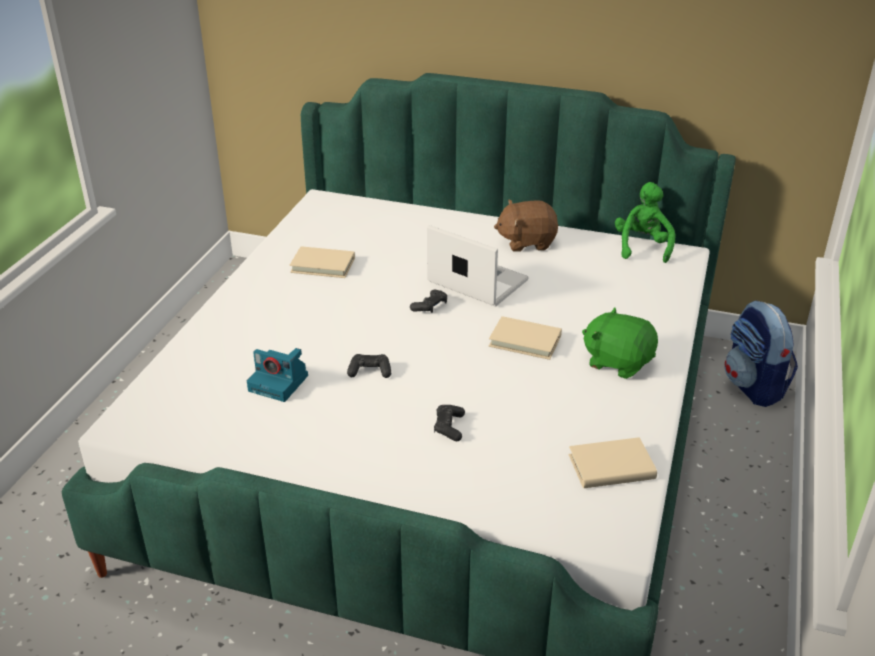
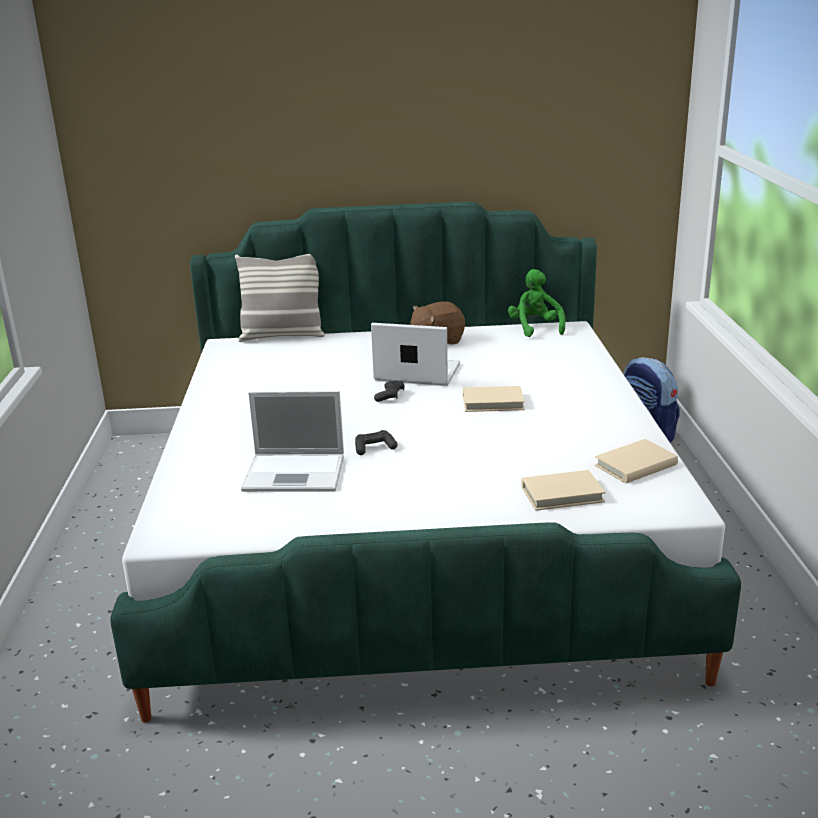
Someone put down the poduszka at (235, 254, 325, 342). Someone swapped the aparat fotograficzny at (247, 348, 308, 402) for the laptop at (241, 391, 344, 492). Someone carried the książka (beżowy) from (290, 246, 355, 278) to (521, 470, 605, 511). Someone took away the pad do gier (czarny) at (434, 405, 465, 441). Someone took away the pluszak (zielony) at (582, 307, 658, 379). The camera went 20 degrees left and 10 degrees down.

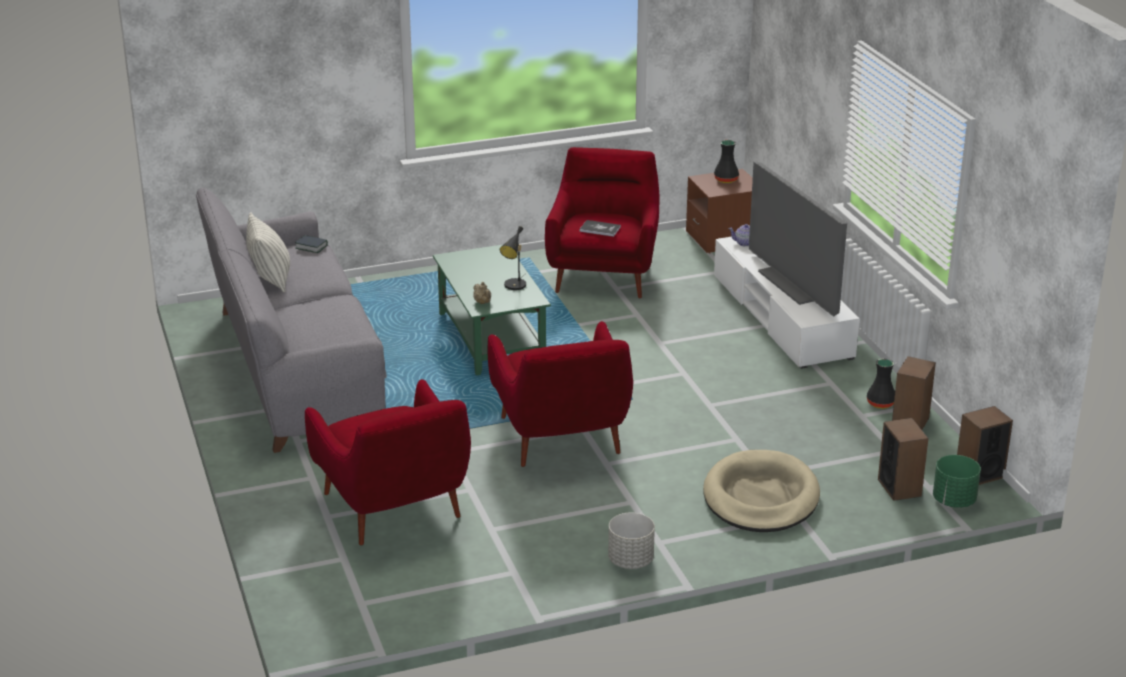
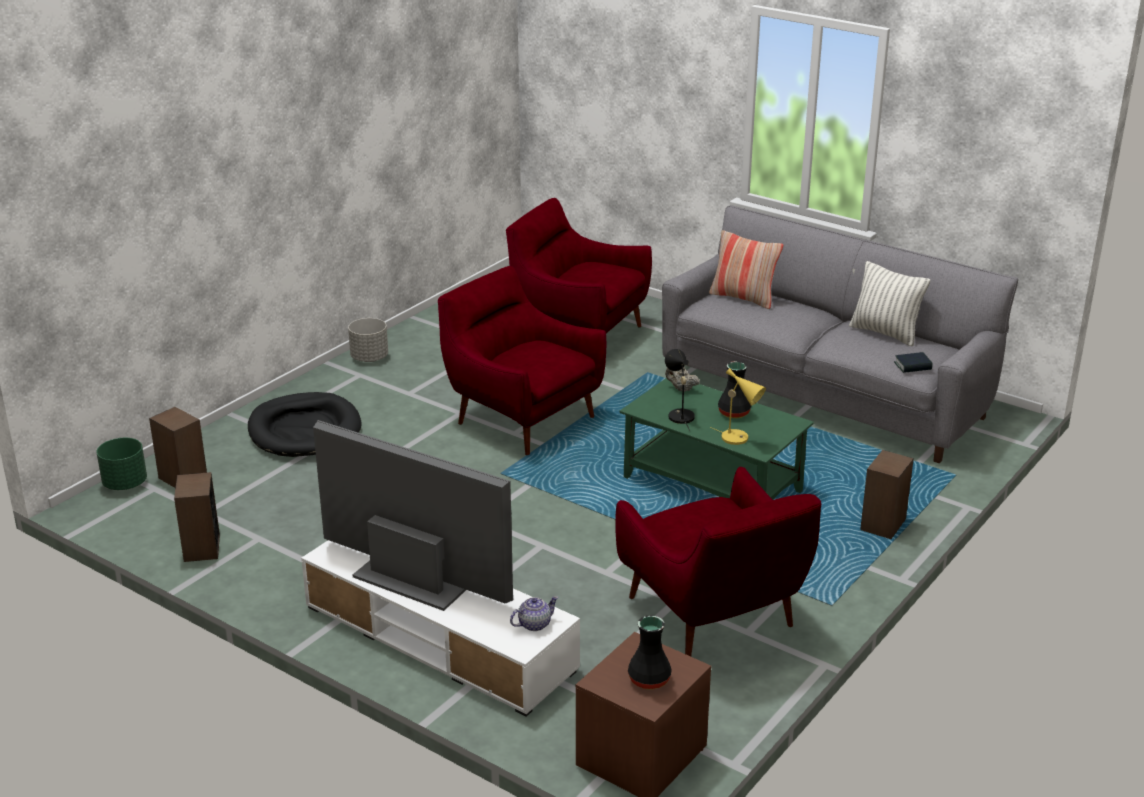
Someone repainted the legowisko (beżowy) at (703, 450, 820, 532), which became the legowisko (czarny) at (248, 392, 362, 457). Someone put down the poduszka at (709, 230, 783, 309). Someone put down the lampa stołowa (żółty) at (710, 368, 766, 445). Someone carried the wazon (czarny) from (867, 359, 895, 409) to (718, 361, 751, 419). Someone carried the głośnik from (957, 406, 1013, 485) to (860, 450, 914, 539). Someone took away the książka at (579, 220, 621, 237). The camera went 145 degrees right and 0 degrees up.

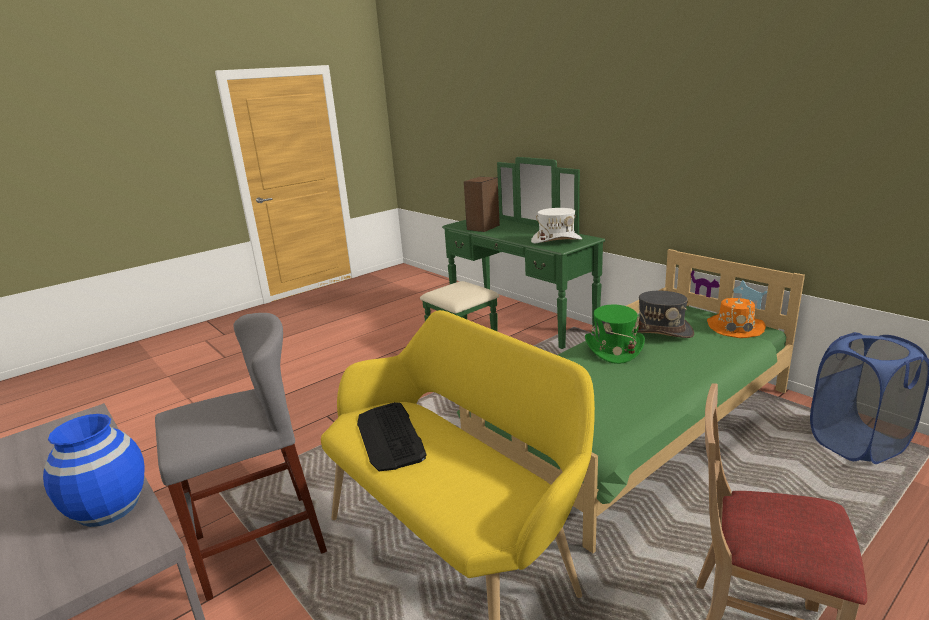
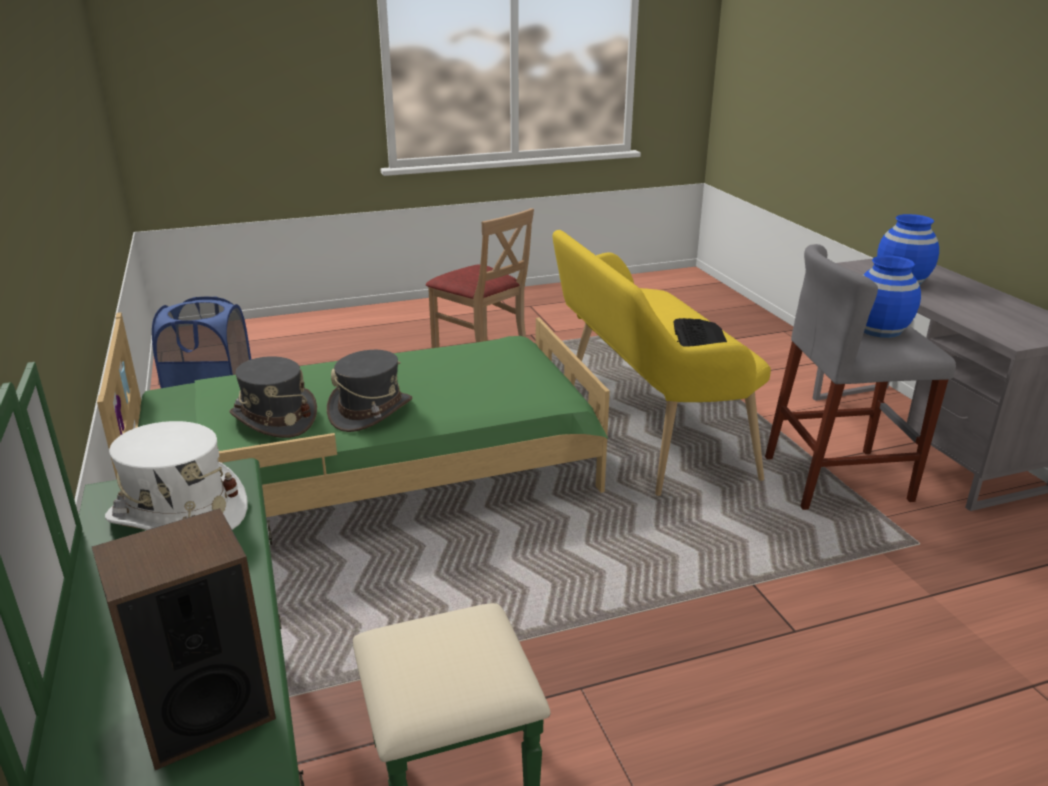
Someone repainted the kapelusz (zielony) at (585, 304, 645, 364), which became the kapelusz (szary) at (327, 350, 412, 432). Someone put down the wazon (niebieski) at (863, 255, 921, 338). Someone took away the kapelusz (pomarańczowy) at (707, 298, 766, 338). The camera went 160 degrees left and 5 degrees up.

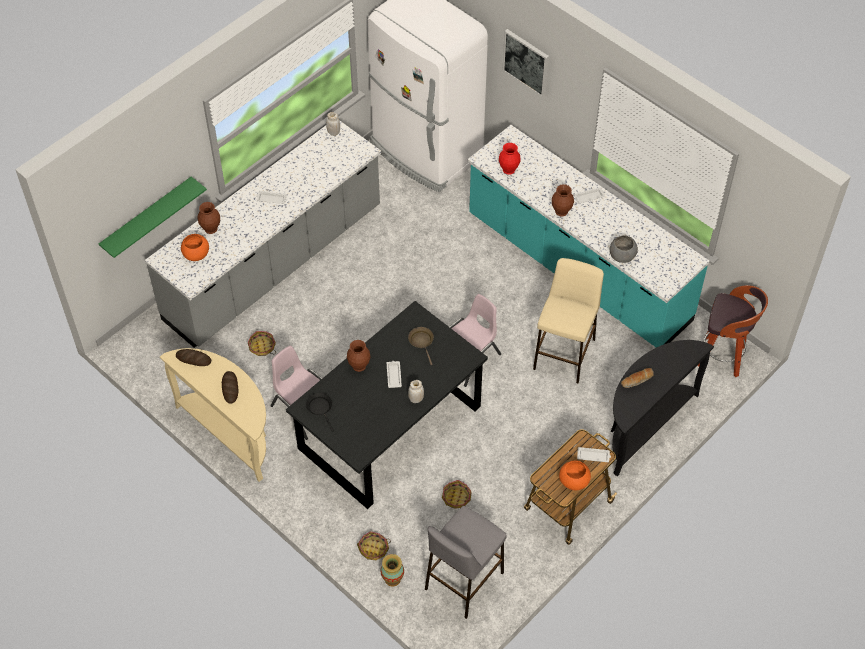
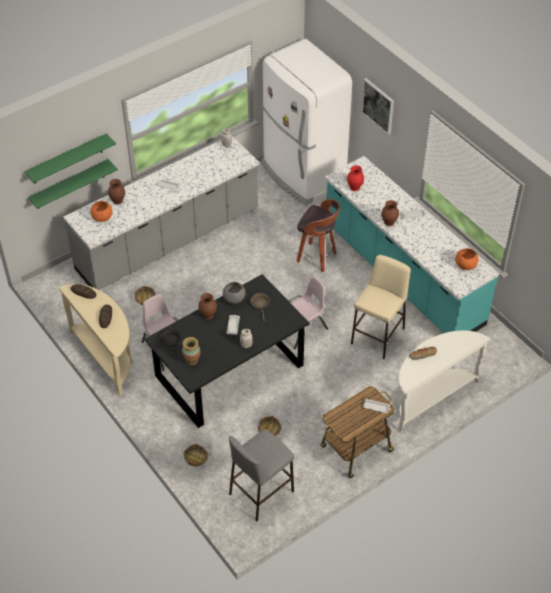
Someone put up the półka (zielony) at (24, 133, 116, 184). Someone carried the wazon from (380, 554, 404, 586) to (182, 337, 201, 365). Someone carried the miska (szary) from (610, 235, 638, 263) to (223, 282, 245, 304). Someone carried the stołek from (698, 285, 768, 377) to (297, 199, 340, 272). Someone repainted the stolik konsolowy (czarny) at (610, 340, 714, 477), which became the stolik konsolowy (biały) at (398, 331, 490, 433). Someone carried the miska (pomarańczowy) from (559, 460, 591, 490) to (455, 248, 479, 270). The camera went 10 degrees right and 5 degrees down.

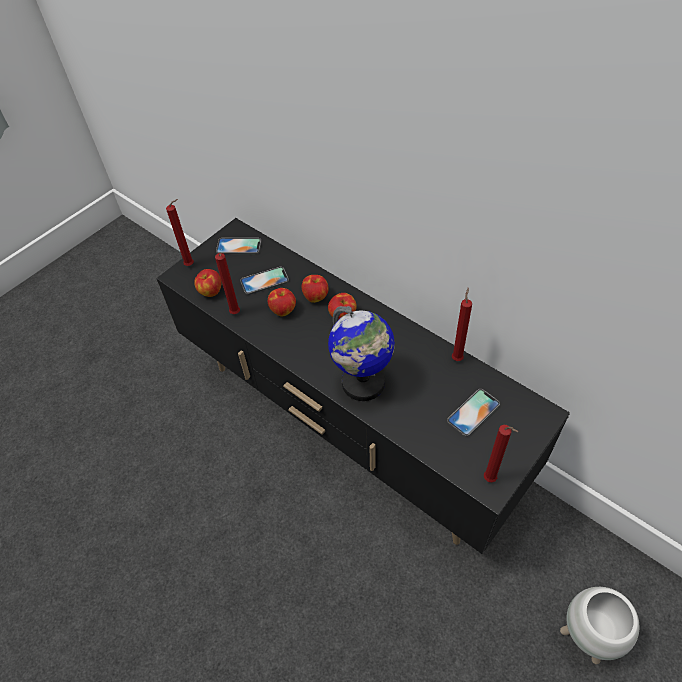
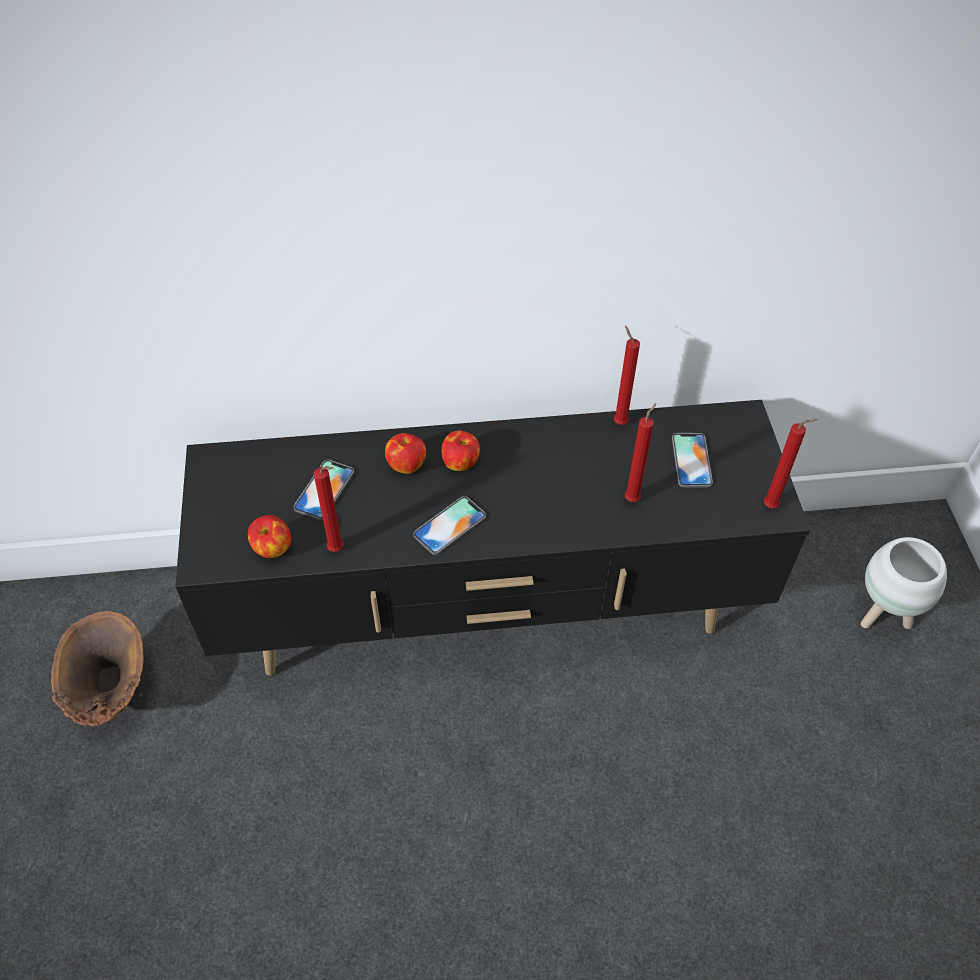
Someone put down the wazon (brązowy) at (51, 611, 144, 727). Someone carried the telefon from (216, 238, 261, 254) to (413, 496, 486, 555). Someone carried the świeca (czerwony) from (166, 199, 194, 266) to (624, 403, 656, 502). Someone took away the jabłko at (268, 288, 296, 317). Someone took away the globus at (328, 306, 395, 401). The camera went 50 degrees left and 0 degrees up.

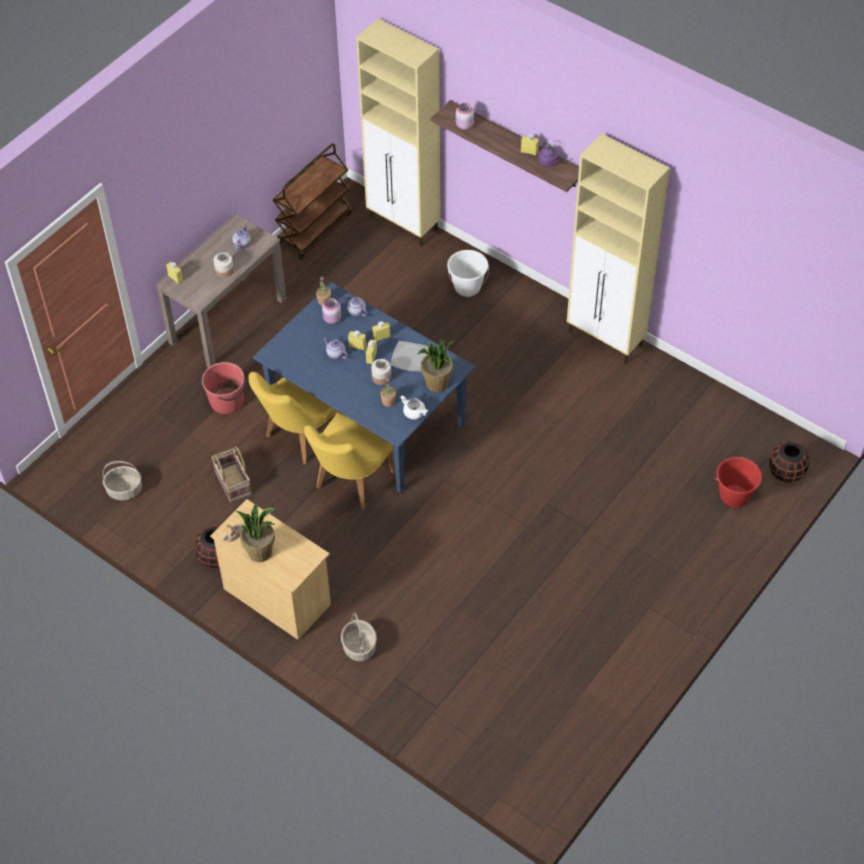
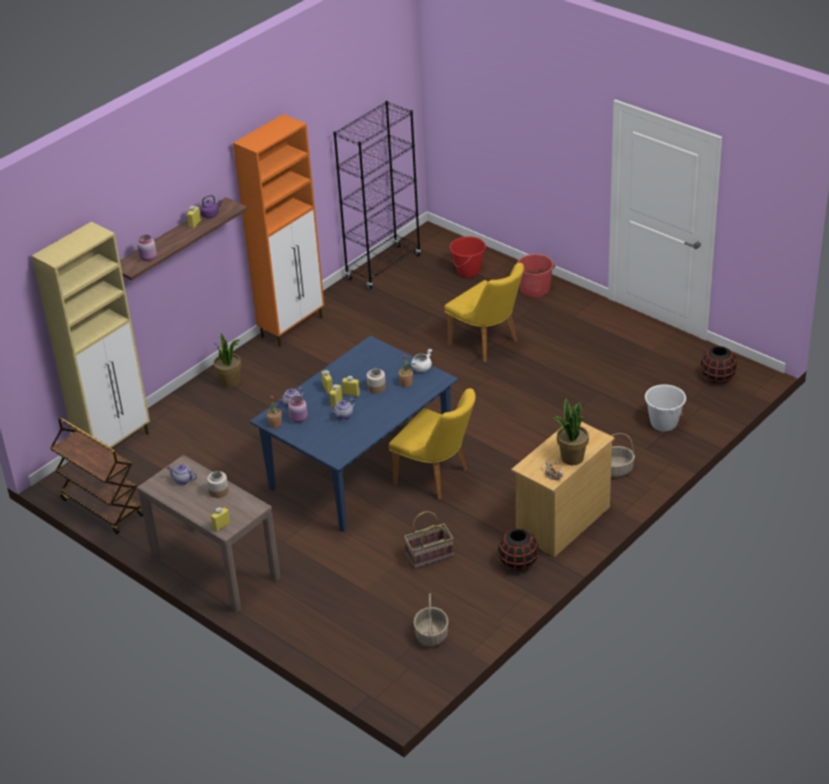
Someone carried the roślina doniczkowa from (418, 339, 455, 392) to (214, 333, 242, 388). Someone repainted the szafka (beżowy) at (567, 133, 670, 363), which became the szafka (pomarańczowy) at (233, 114, 324, 347). Someone put down the regał (czarny) at (333, 101, 421, 290). Someone carried the krzesło (żółty) from (249, 372, 342, 464) to (444, 263, 524, 362). Someone carried the wiadro (czerwony) from (202, 362, 246, 414) to (517, 254, 555, 298). Someone carried the wiadro (biały) from (447, 250, 489, 297) to (645, 384, 686, 432). Someone carried the wazon (czarny) from (769, 441, 809, 483) to (701, 346, 737, 384). Someone took away the talerz at (391, 341, 428, 372). The camera went 85 degrees left and 15 degrees down.

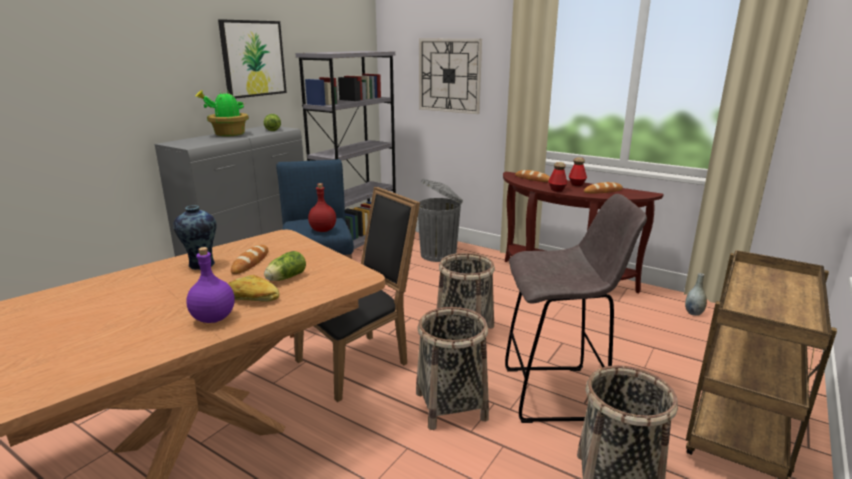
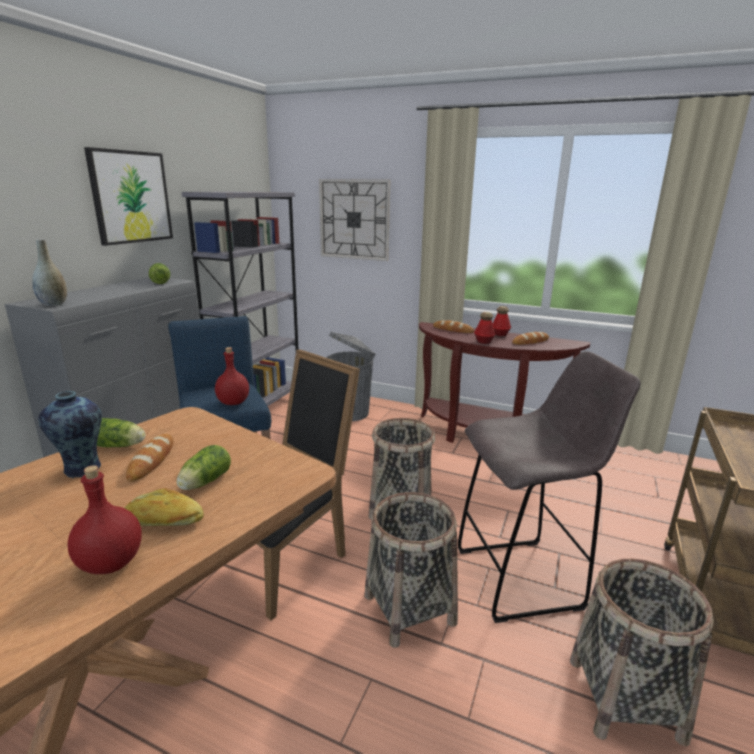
Someone carried the wazon (szary) from (685, 273, 707, 316) to (32, 239, 67, 306). Someone repainted the butelka (fioletowy) at (186, 247, 235, 323), which became the butelka (czerwony) at (67, 465, 142, 574). Someone put down the sałata at (97, 418, 145, 447). Someone took away the roślina doniczkowa at (195, 89, 249, 137). The camera went 10 degrees left and 0 degrees up.

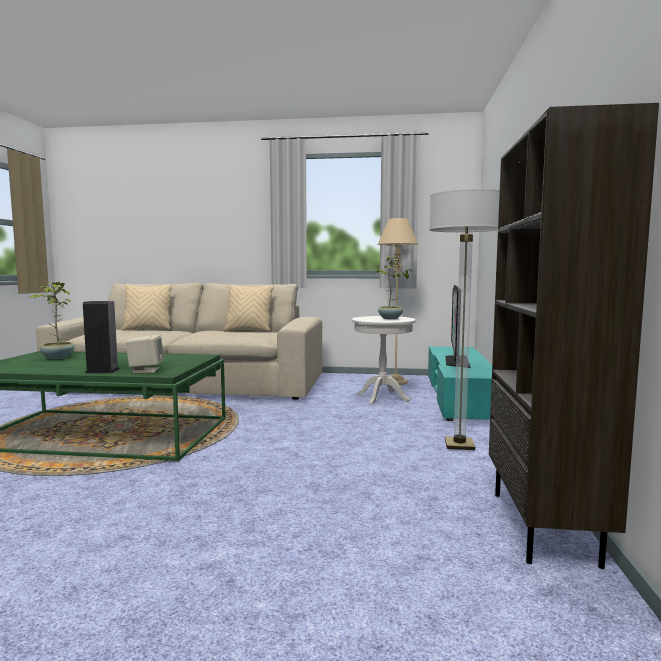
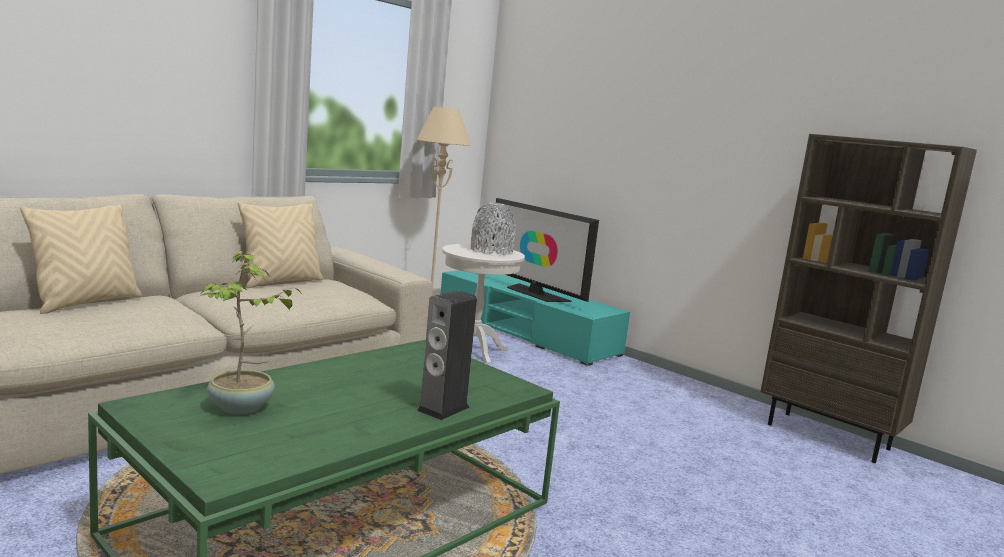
Someone swapped the roślina doniczkowa at (375, 256, 412, 319) for the wazon (szary) at (471, 202, 516, 255). Someone took away the głośnik (beżowy) at (126, 335, 164, 373). Someone took away the lampa stojąca at (429, 189, 499, 450). The camera went 55 degrees left and 5 degrees up.

